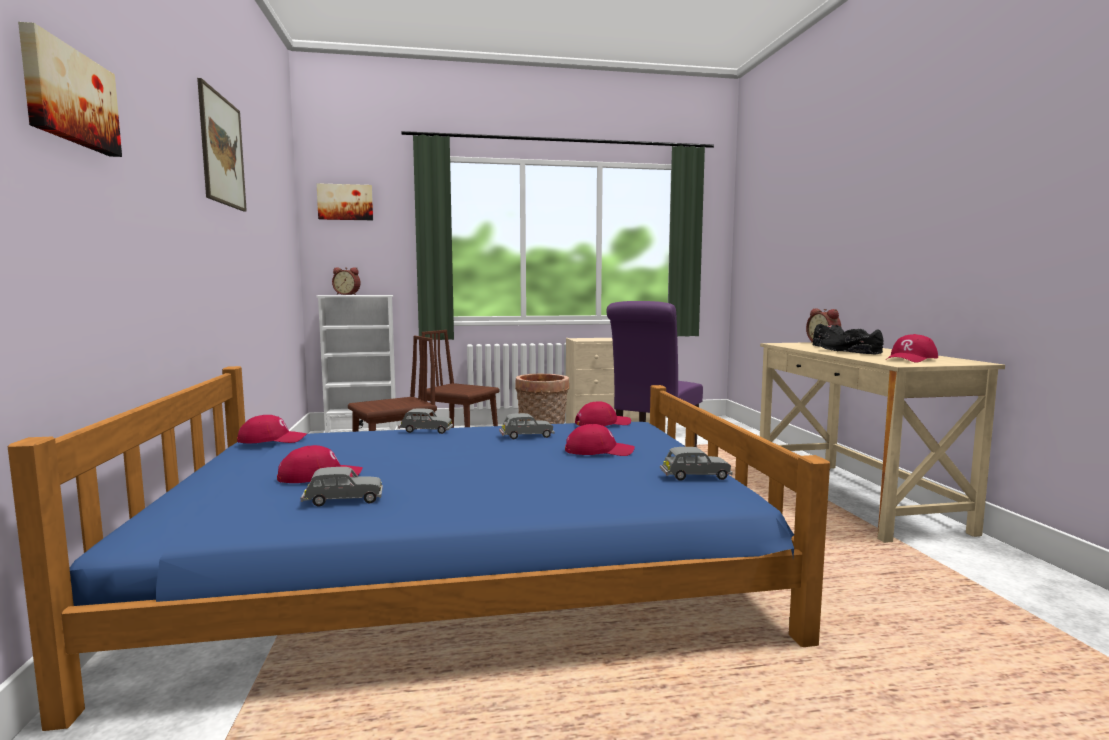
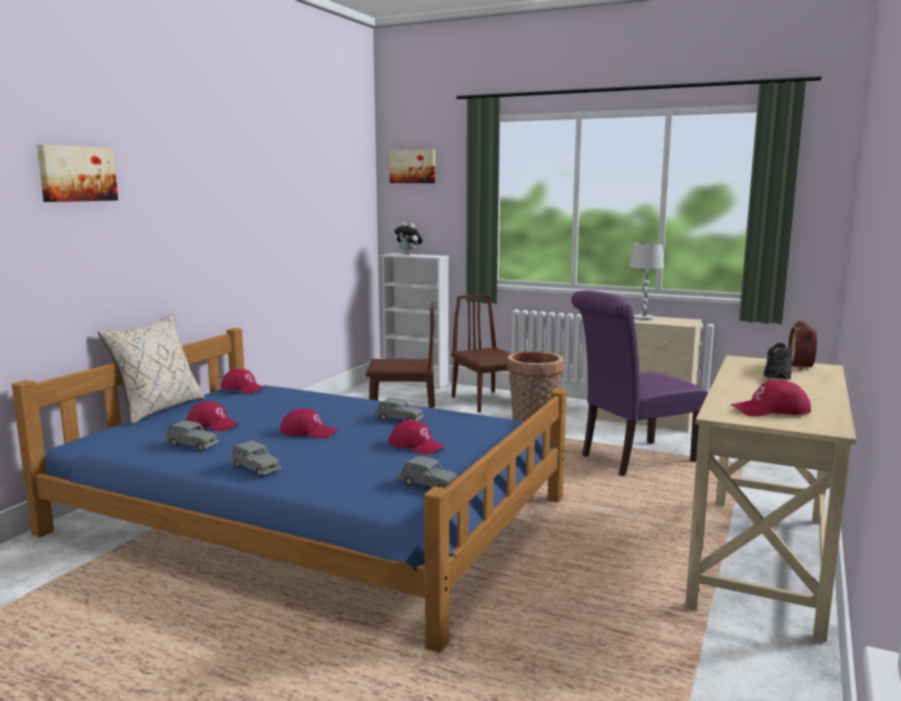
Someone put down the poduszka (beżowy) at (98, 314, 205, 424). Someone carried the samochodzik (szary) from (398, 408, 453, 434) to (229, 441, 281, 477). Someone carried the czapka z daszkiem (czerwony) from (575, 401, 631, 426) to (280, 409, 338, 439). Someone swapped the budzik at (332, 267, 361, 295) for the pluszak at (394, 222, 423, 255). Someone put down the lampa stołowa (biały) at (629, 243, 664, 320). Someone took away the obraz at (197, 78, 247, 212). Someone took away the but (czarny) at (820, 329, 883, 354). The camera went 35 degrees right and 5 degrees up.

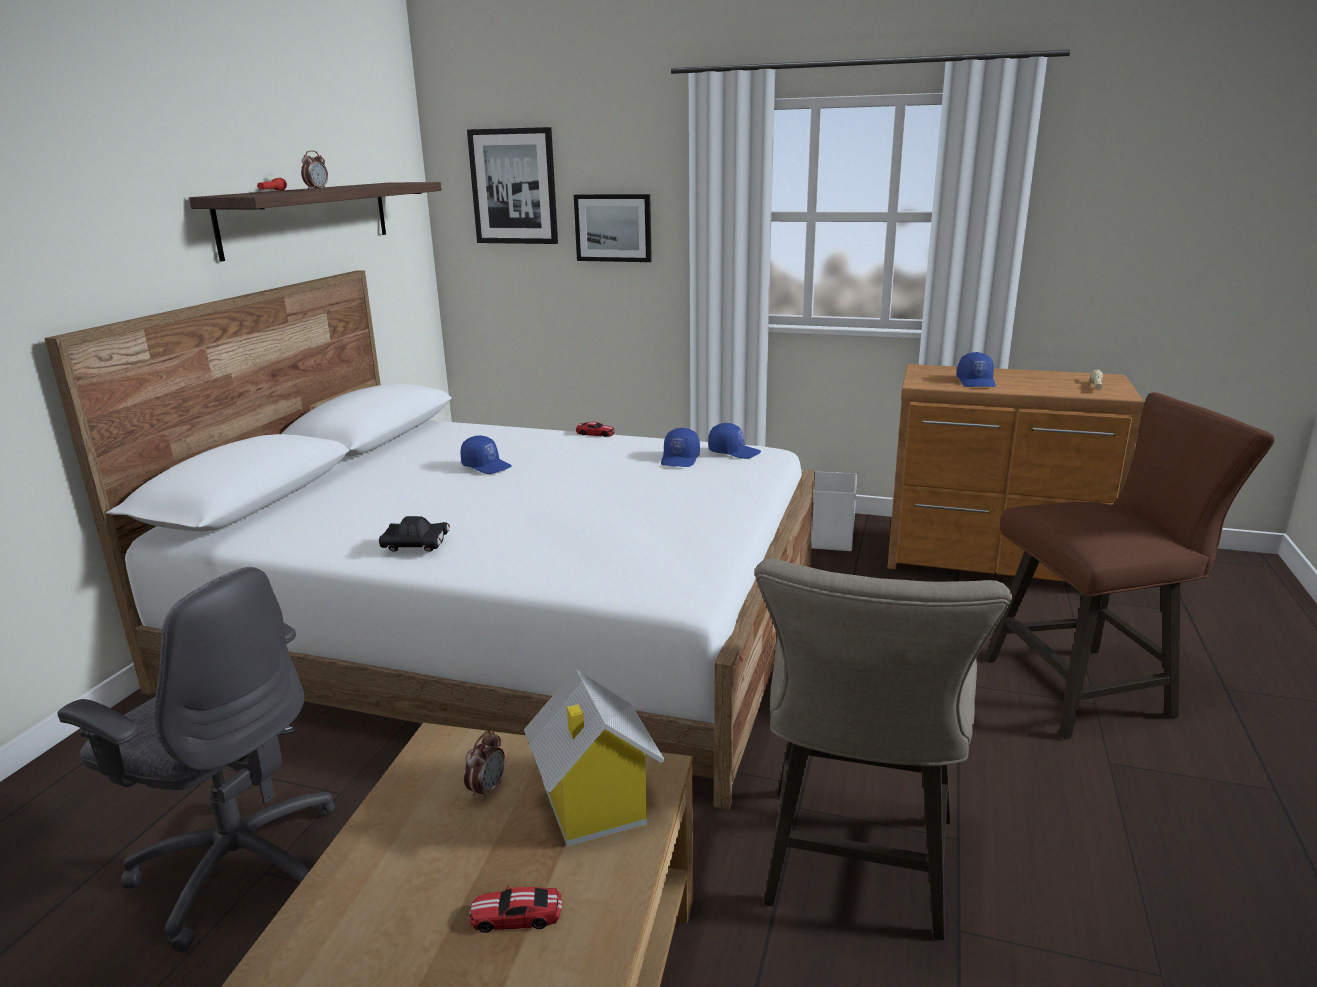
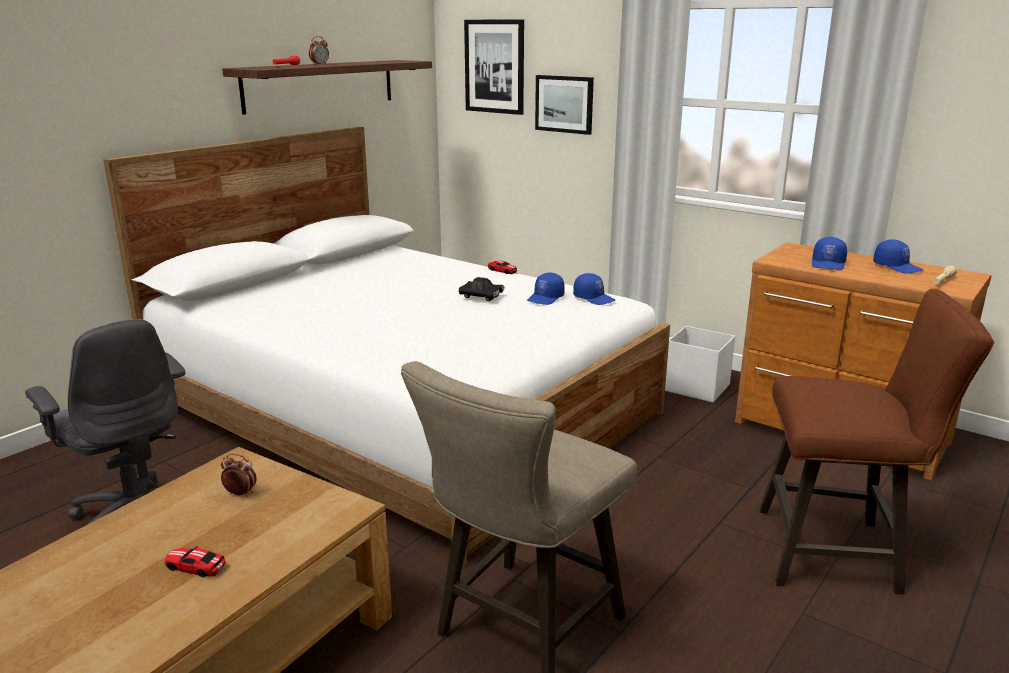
Someone rotated the budzik at (464, 731, 505, 801) by 120 degrees counterclockwise. Someone carried the samochodzik (czarny) from (379, 516, 450, 552) to (459, 277, 504, 301). Someone carried the czapka z daszkiem (niebieski) from (461, 436, 512, 474) to (873, 239, 923, 273). Someone took away the domek at (524, 669, 665, 847). The camera went 20 degrees right and 0 degrees up.

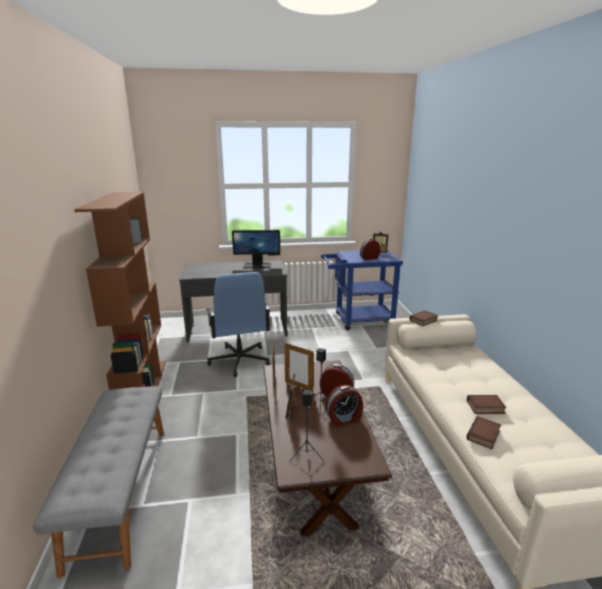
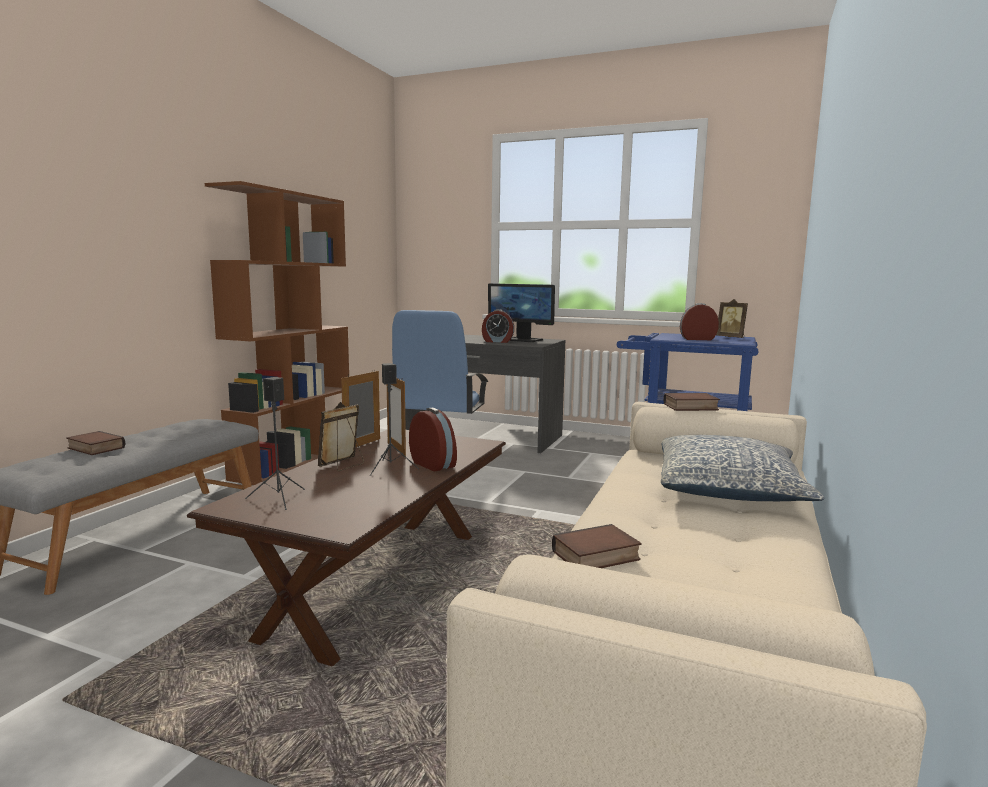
Someone carried the książka from (467, 395, 507, 414) to (66, 431, 125, 455). Someone carried the budzik from (326, 385, 363, 426) to (482, 309, 514, 343). Someone put down the poduszka at (661, 435, 824, 501). The camera went 30 degrees right and 10 degrees down.

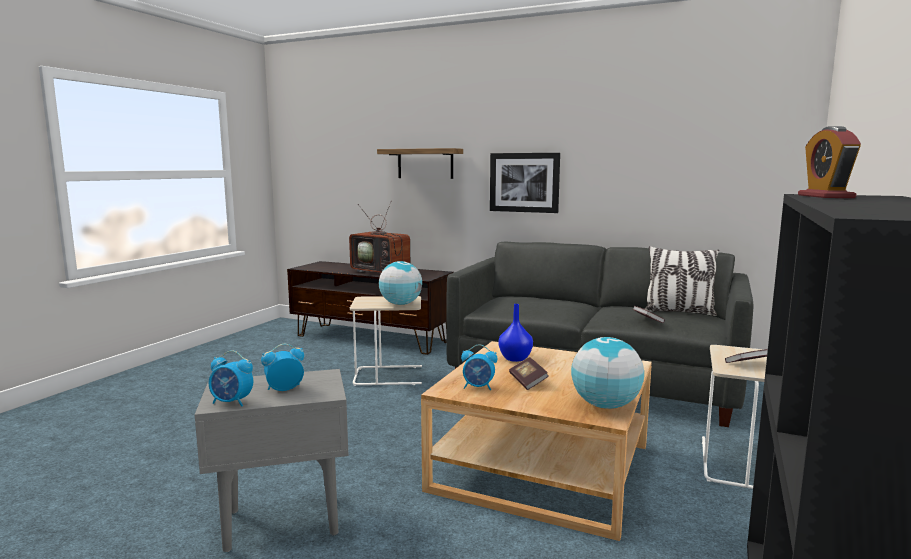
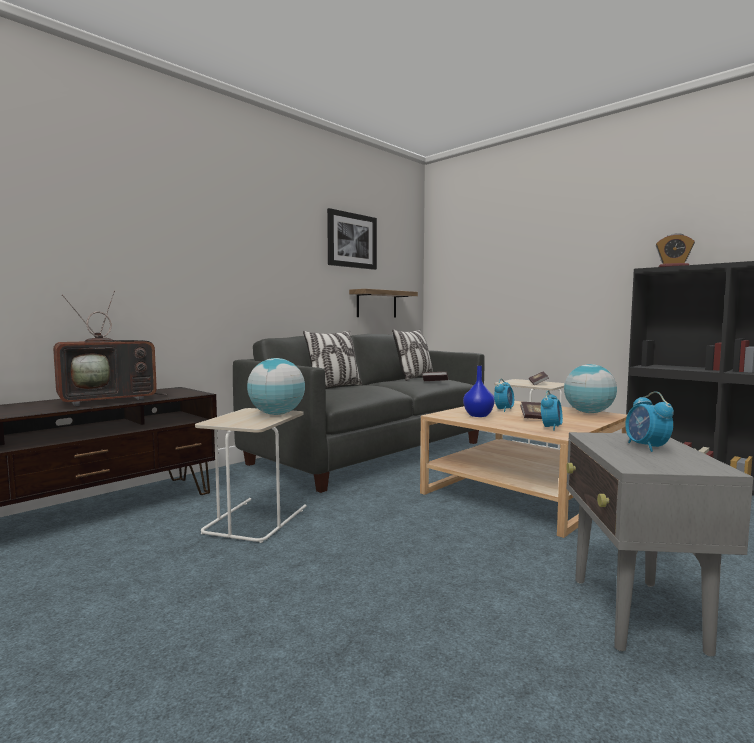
Someone put down the poduszka at (303, 331, 362, 388). Someone carried the obraz from (490, 153, 560, 213) to (327, 208, 377, 270). Someone carried the półka from (377, 148, 463, 179) to (349, 289, 418, 317). Someone carried the budzik from (209, 350, 253, 406) to (494, 379, 514, 412). The camera went 70 degrees left and 5 degrees down.

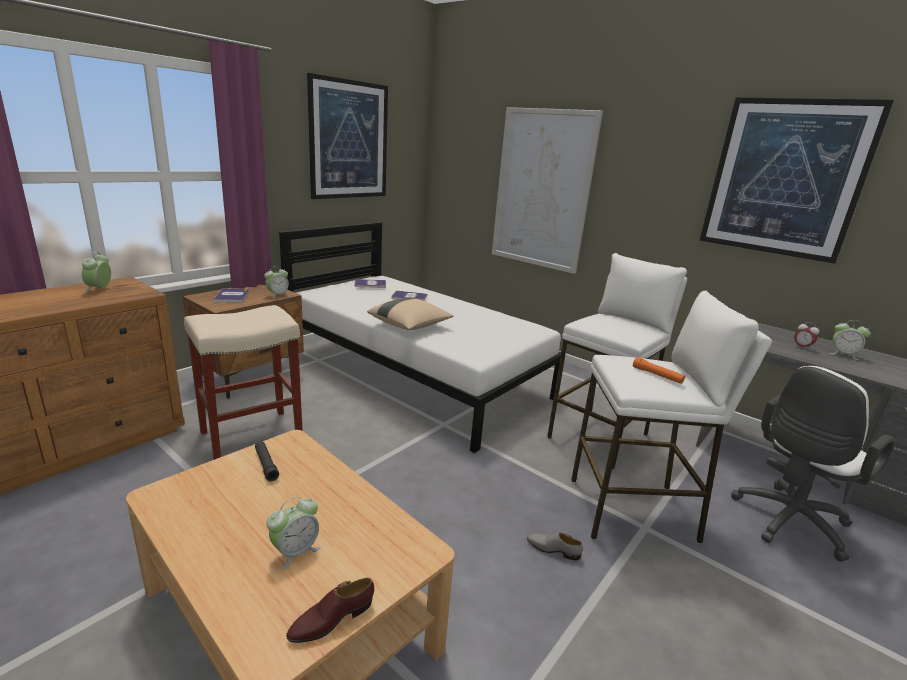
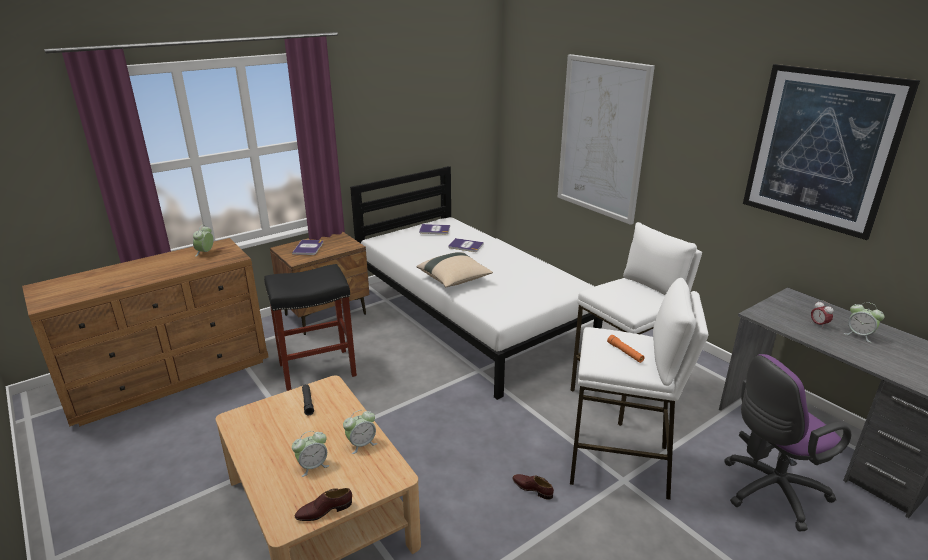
Someone repainted the stołek (beżowy) at (184, 305, 303, 460), which became the stołek (czarny) at (264, 264, 357, 391). Someone carried the budzik from (264, 266, 289, 298) to (343, 410, 378, 454). Someone repainted the but (szary) at (527, 533, 583, 560), which became the but (brązowy) at (512, 474, 554, 500). Someone repainted the krzesło biurowe (biały) at (731, 366, 895, 561), which became the krzesło biurowe (fioletowy) at (724, 354, 851, 531). Someone took away the obraz at (307, 73, 388, 199). The camera went 15 degrees right and 5 degrees up.

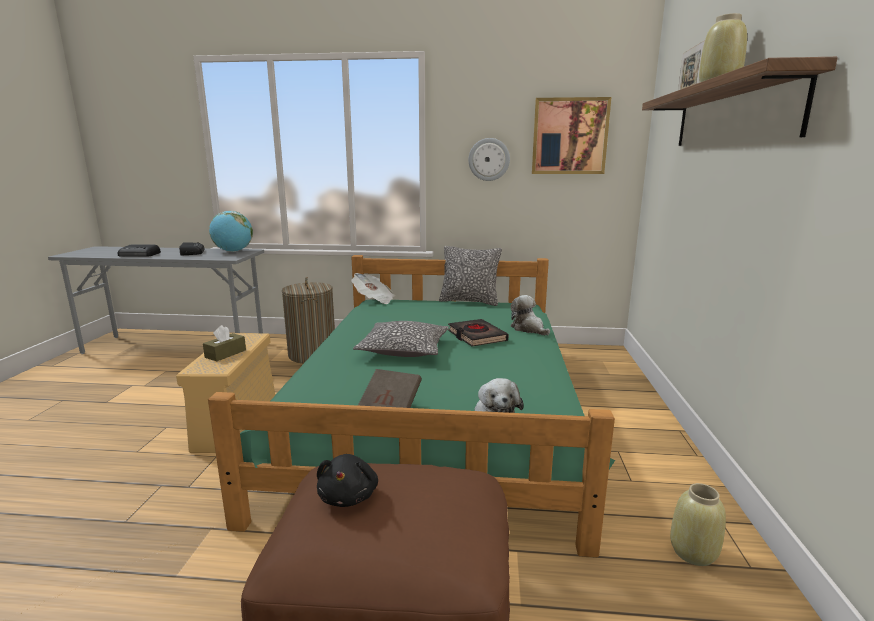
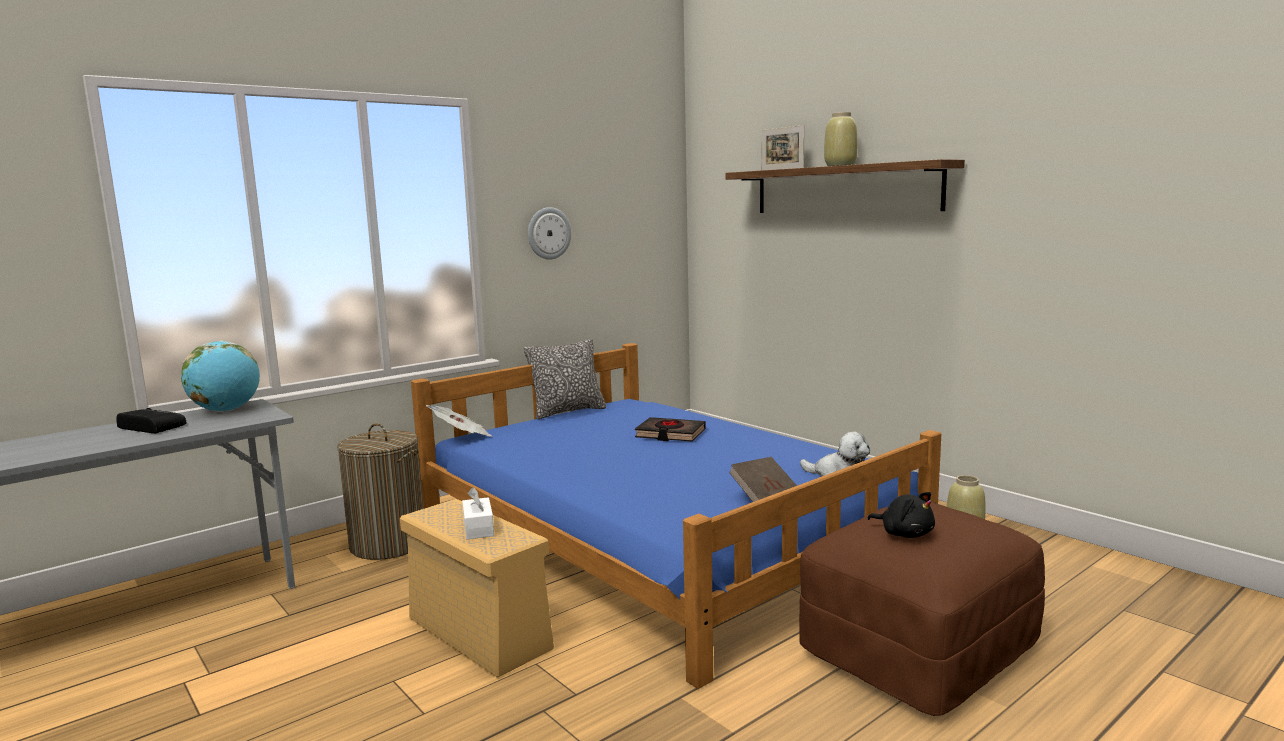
Someone repainted the łóżko (zielony) at (208, 255, 615, 557), which became the łóżko (niebieski) at (411, 343, 941, 689). Someone repainted the pudełko chusteczek (brązowy) at (203, 325, 246, 361), which became the pudełko chusteczek (biały) at (462, 487, 494, 539). Someone took away the radio at (118, 245, 161, 257). Someone took away the poduszka at (353, 321, 449, 357). Someone took away the pluszak at (510, 295, 550, 336). Someone took away the obraz at (532, 97, 611, 174). The camera went 45 degrees left and 5 degrees down.

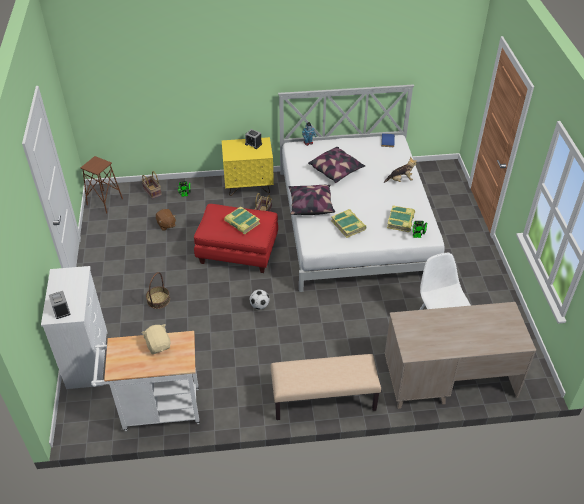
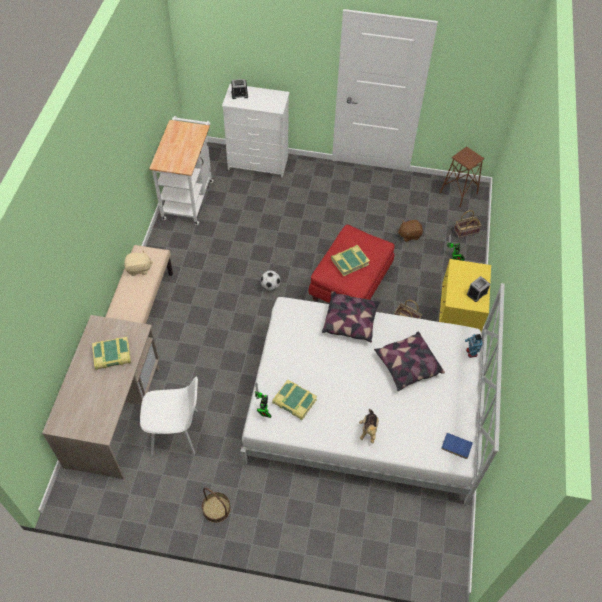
Someone carried the książka from (331, 209, 367, 238) to (92, 337, 131, 370). Someone carried the pluszak (beżowy) from (141, 324, 170, 354) to (124, 250, 153, 276). Someone carried the koszyk from (146, 272, 170, 309) to (202, 488, 231, 523). The camera went 105 degrees right and 10 degrees up.

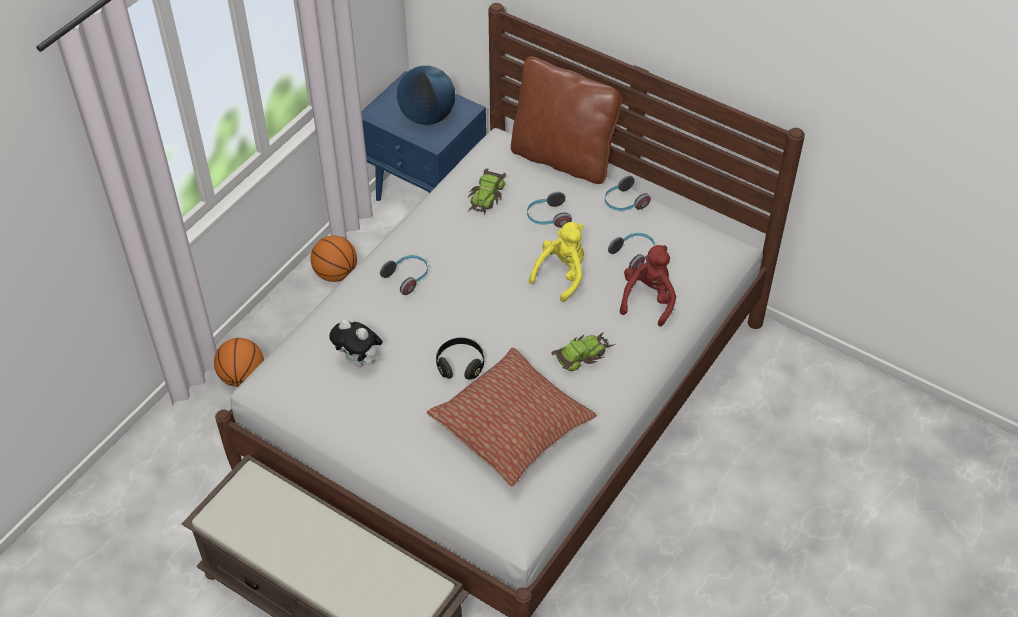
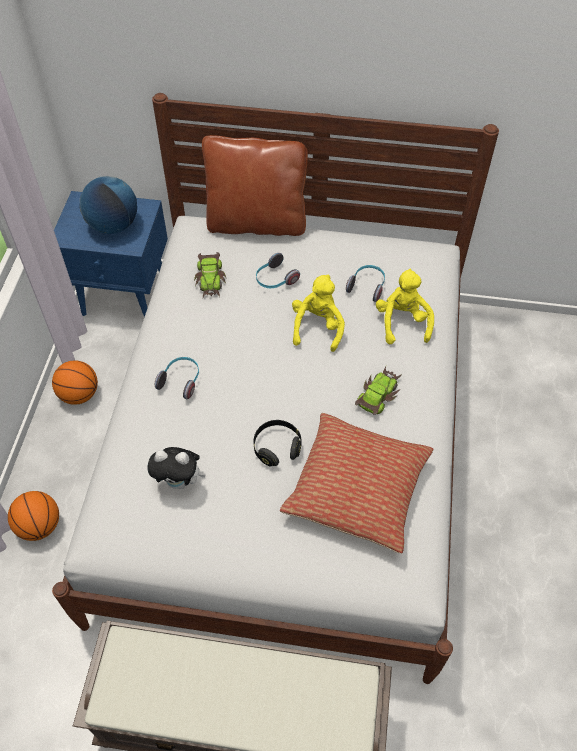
Someone repainted the pluszak (czerwony) at (620, 245, 676, 327), which became the pluszak (żółty) at (376, 269, 434, 344). Someone took away the słuchawki at (605, 176, 651, 211). The camera went 25 degrees left and 5 degrees up.

